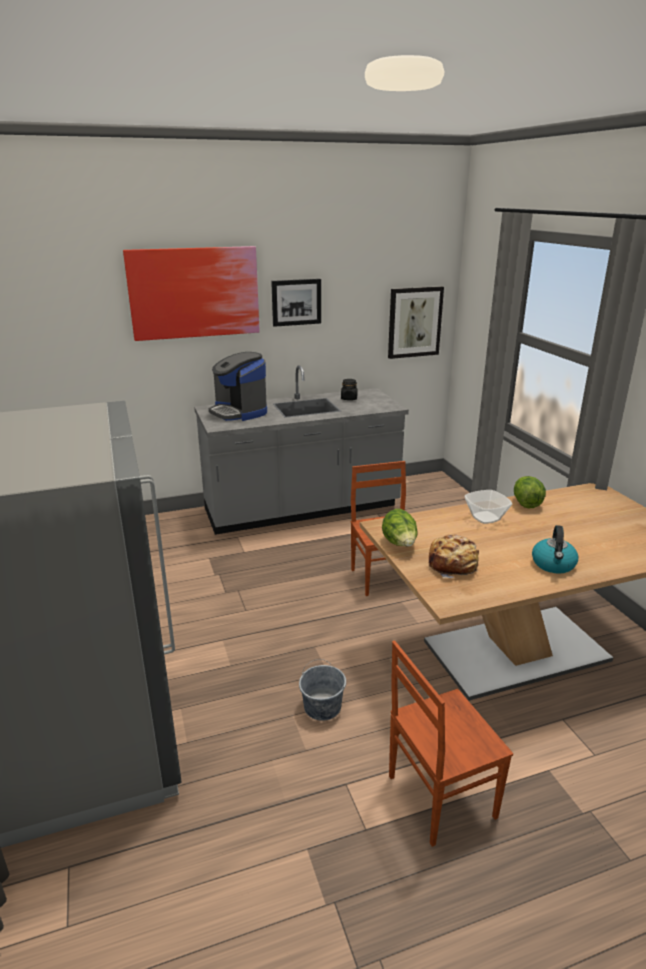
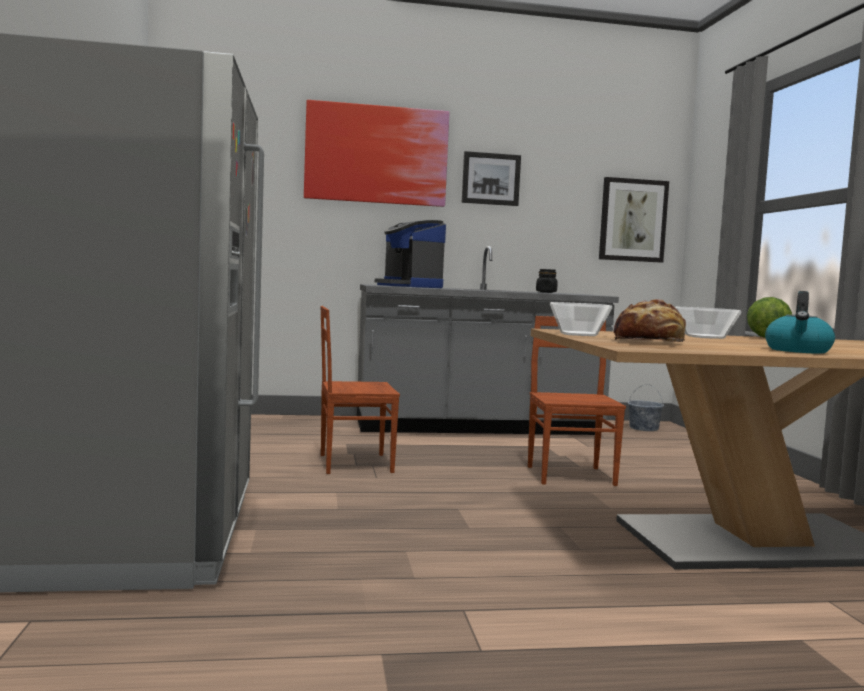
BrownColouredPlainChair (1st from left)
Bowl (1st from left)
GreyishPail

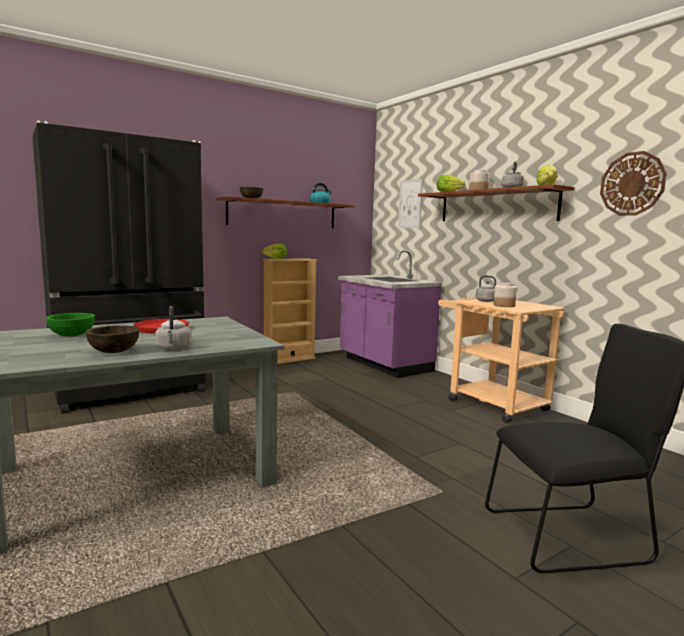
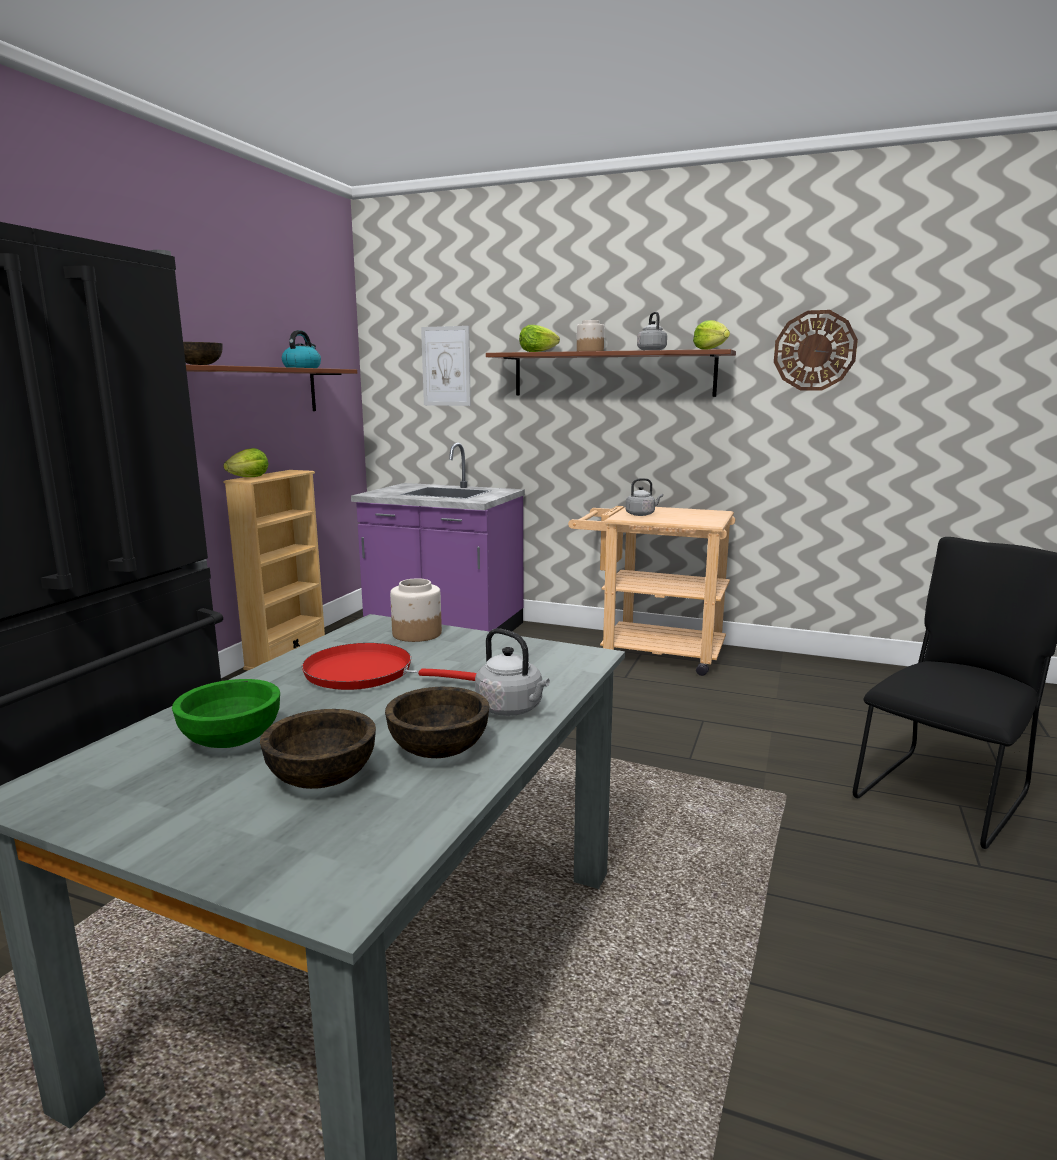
BrownColouredBowl (2nd from left)
StorageJar (1st from left)

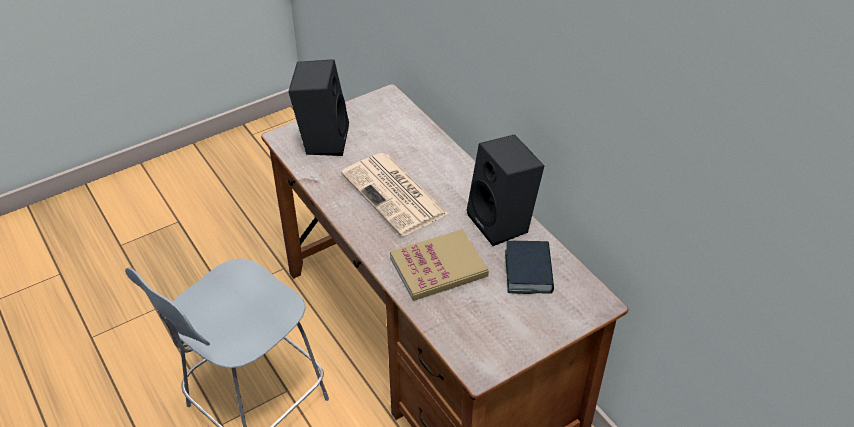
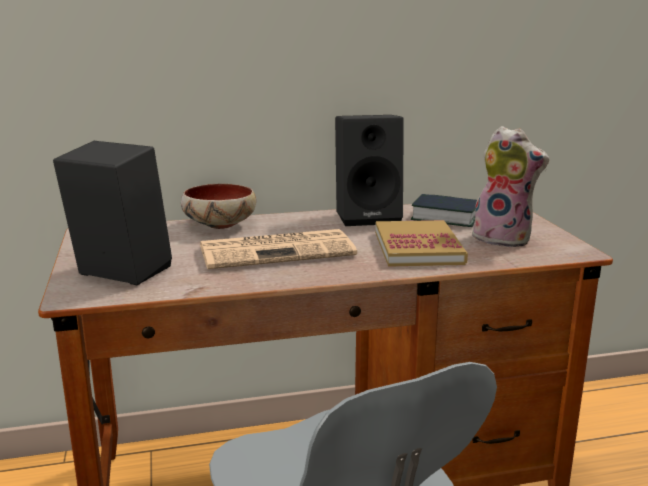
Bowl
PlushToy

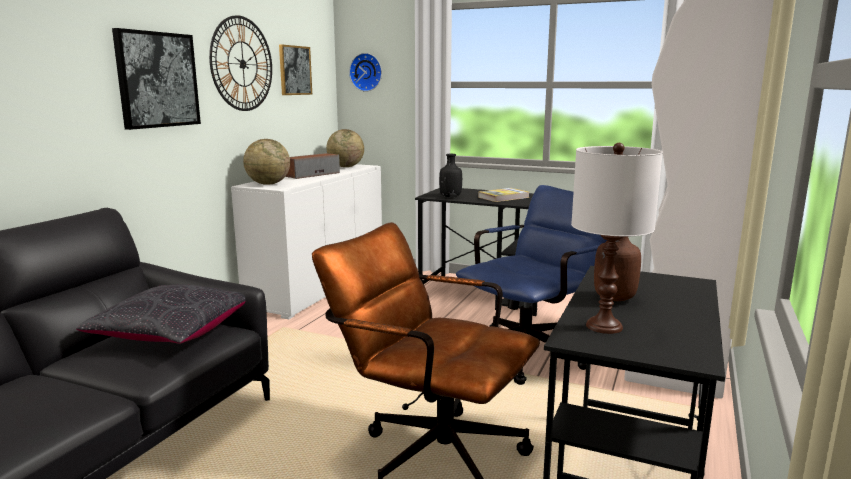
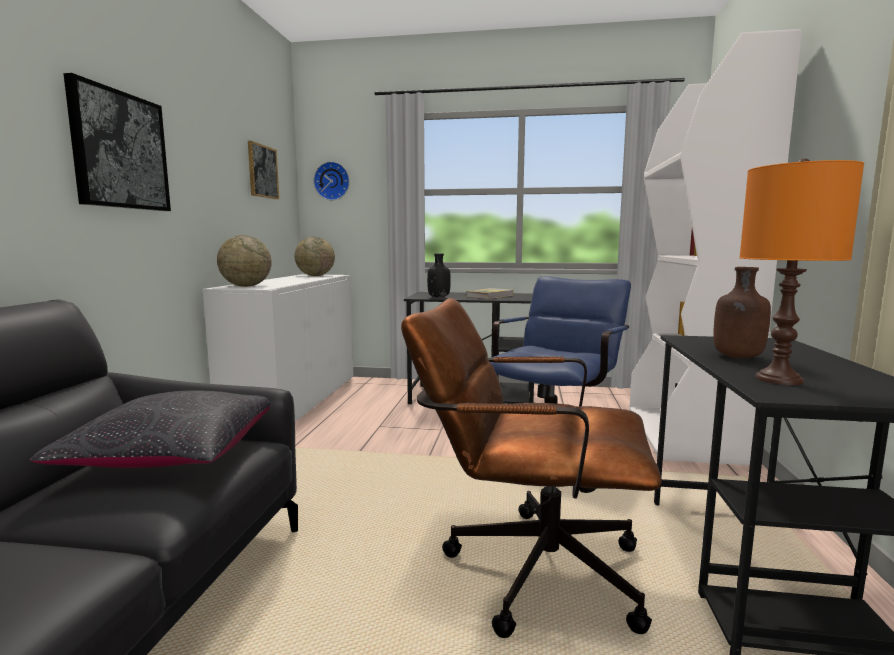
OrangeLampForATable
WallClock (1st from left in the first image)
Loudspeaker

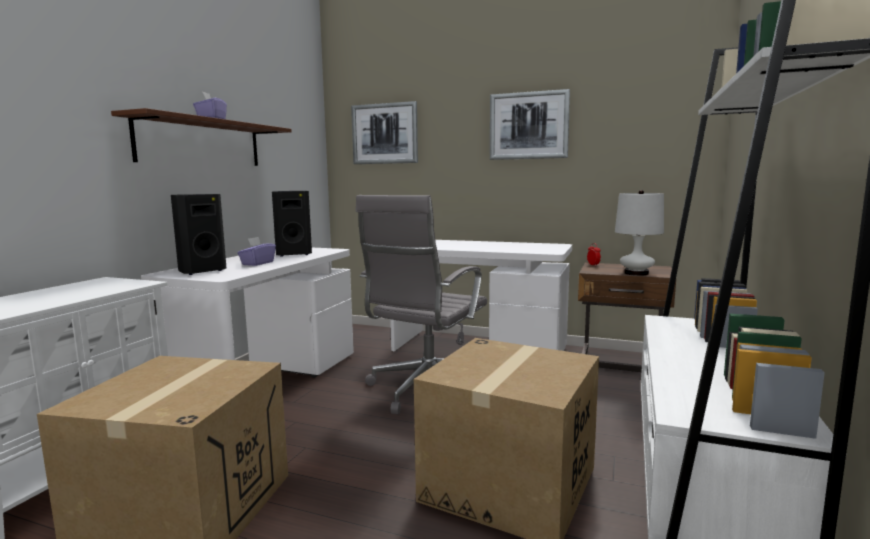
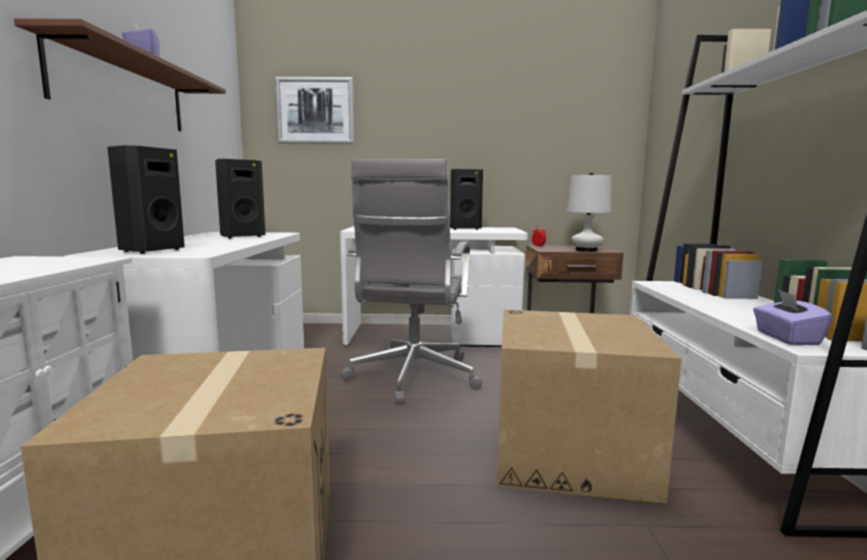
BlackLoudspeaker (3rd from left)
PurpleColouredTissueHolder (2nd from left)
WallArt (2nd from left in the first image)

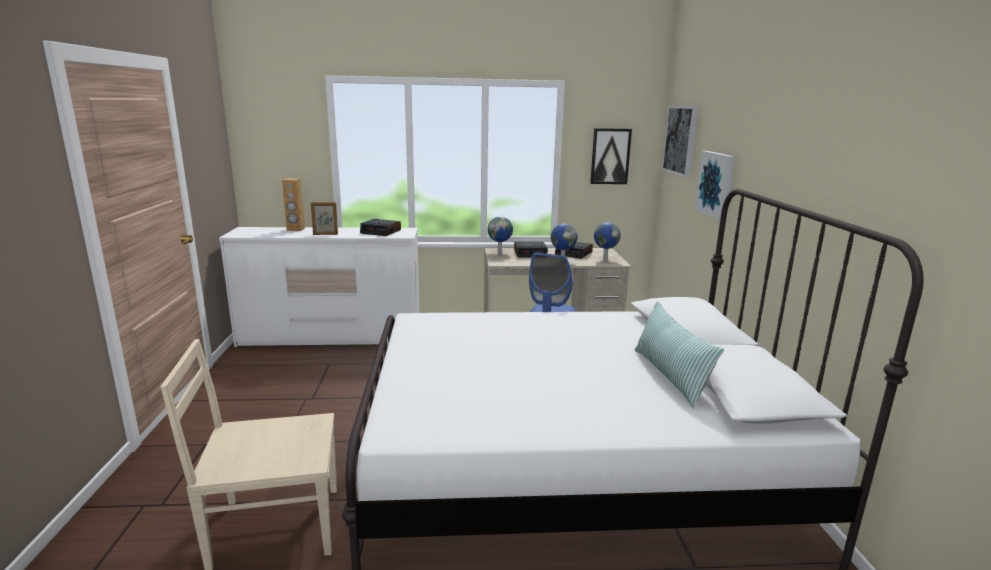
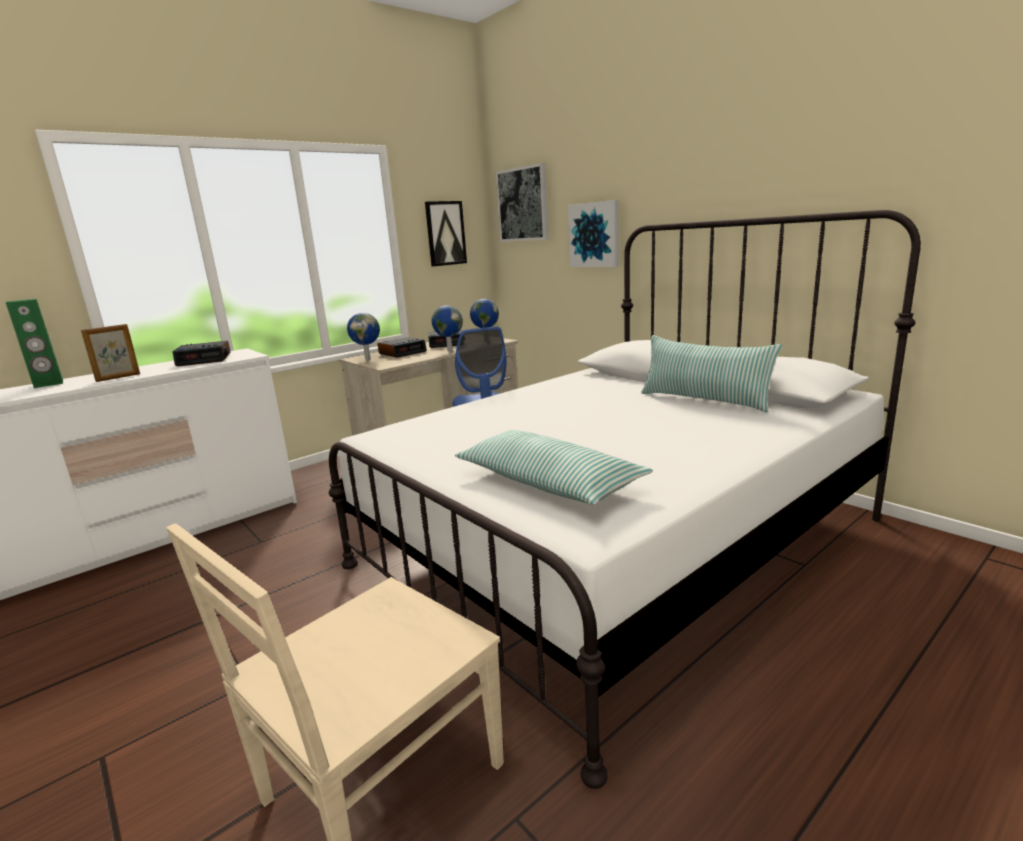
GreenishLoudspeaker
Pillow (1st from left)

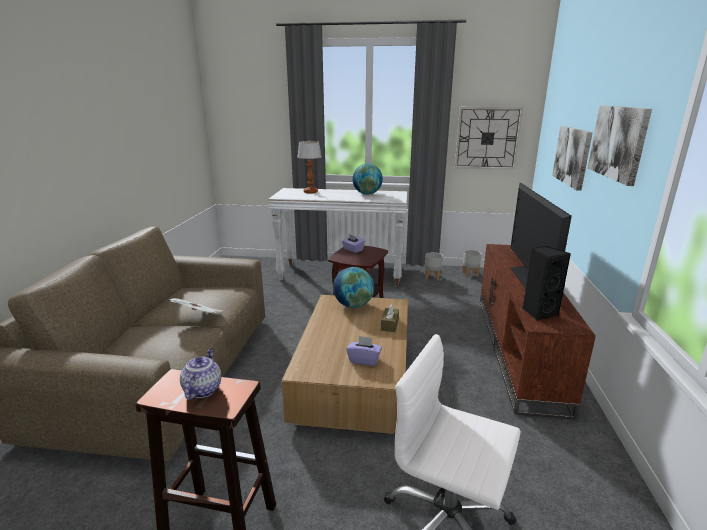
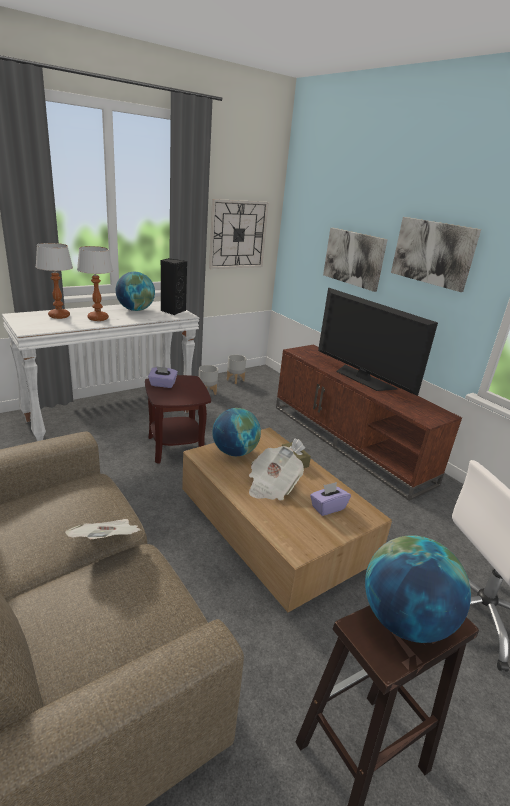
LampForATable (2nd from left)
BlackLoudspeaker
DailyPaper (2nd from left)
WorldGlobe (3rd from left)

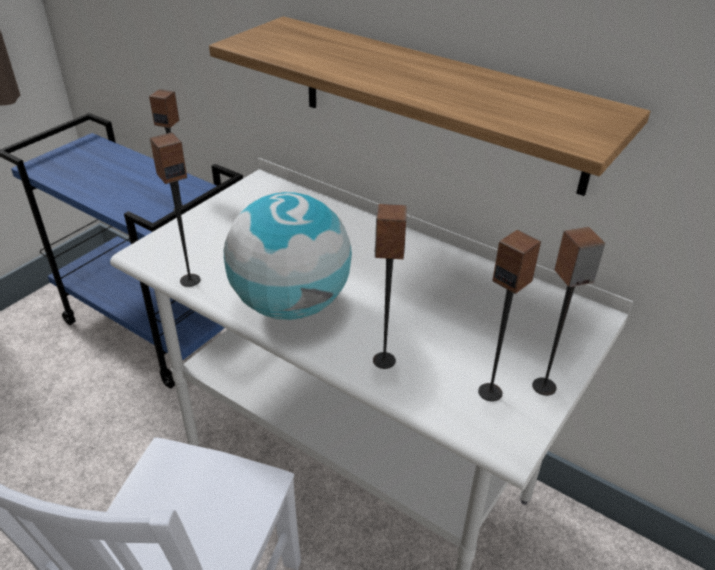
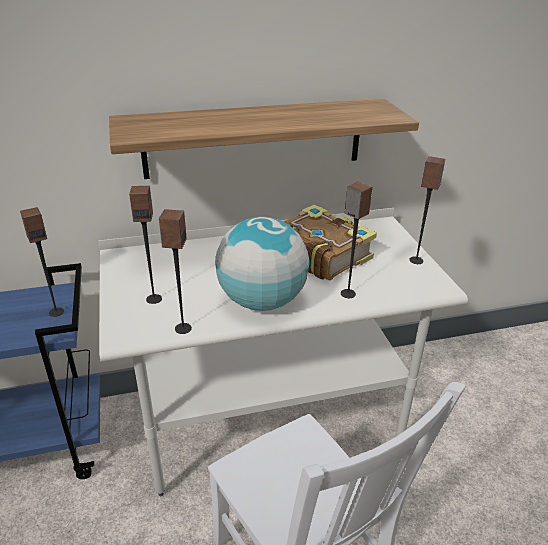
Loudspeaker (2nd from left)
Book

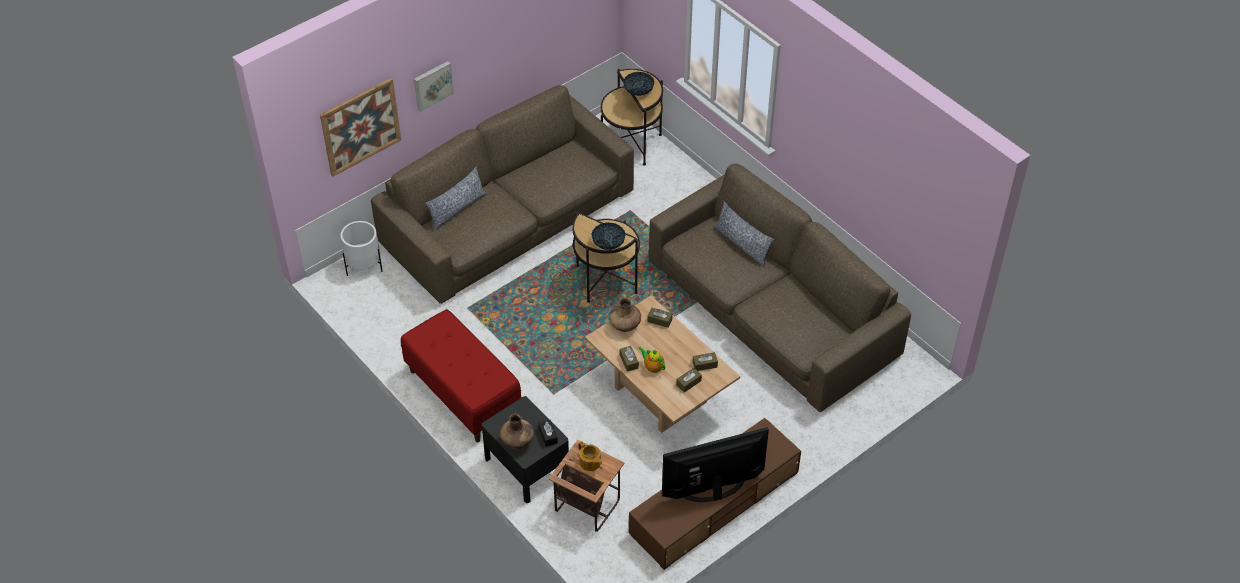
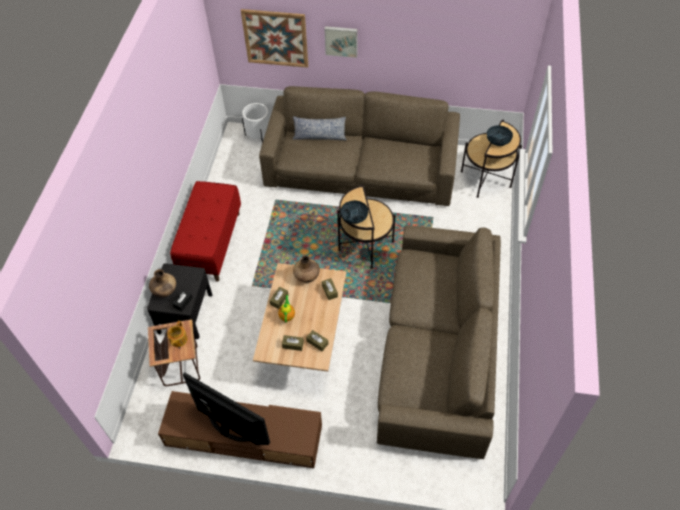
Pillow (2nd from left in the first image)

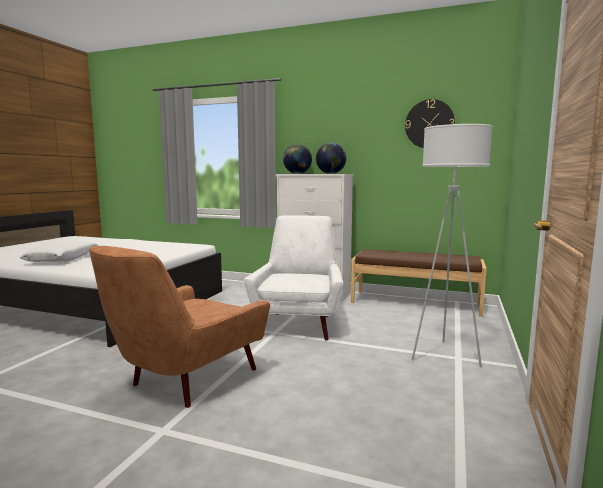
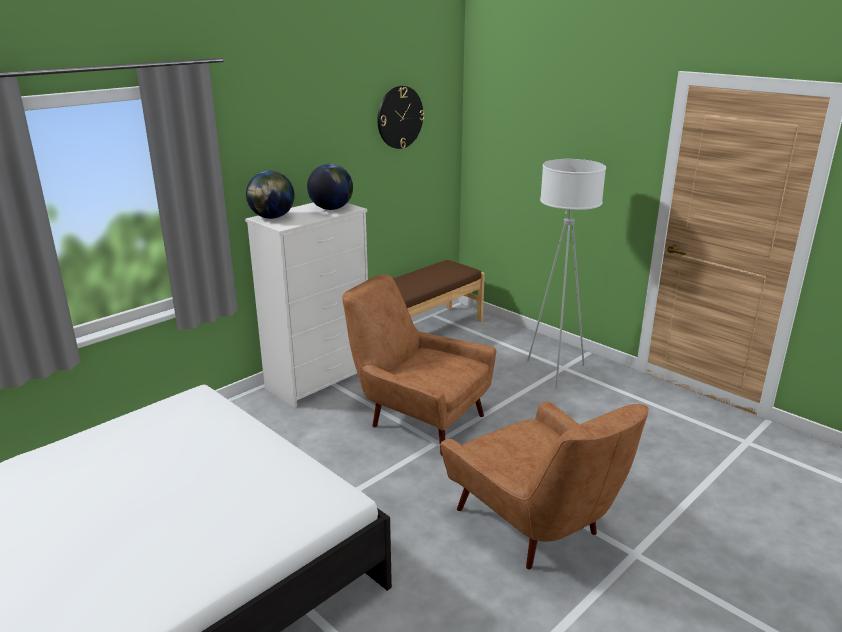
BrownColouredEasyChair (1st from left)
WhitePillow

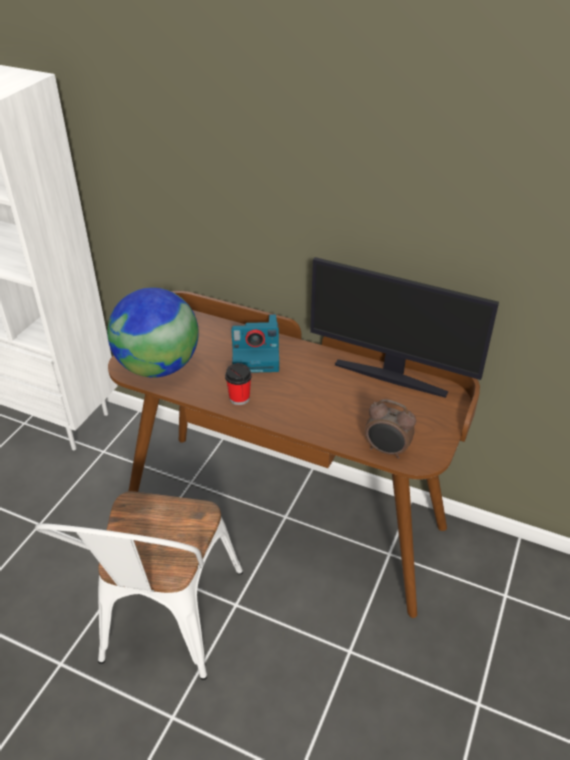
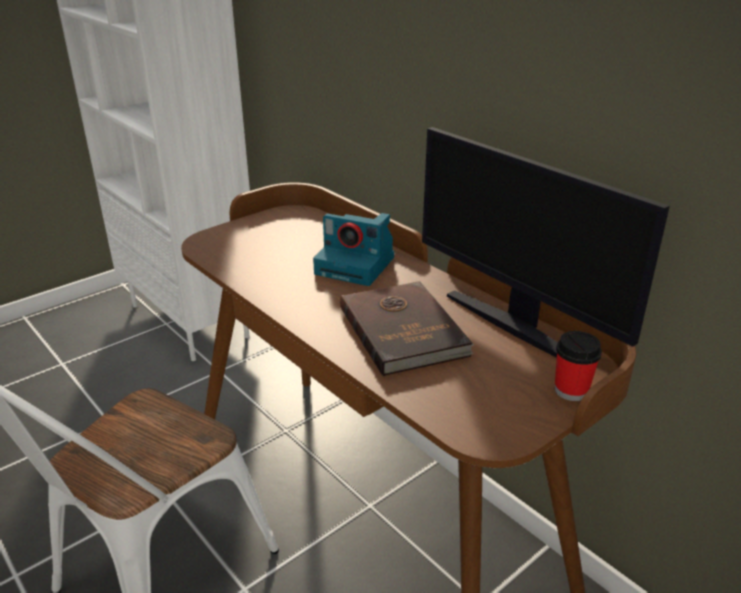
BrownColouredBook
DrinkingCup
WorldGlobe
BedsideClock

